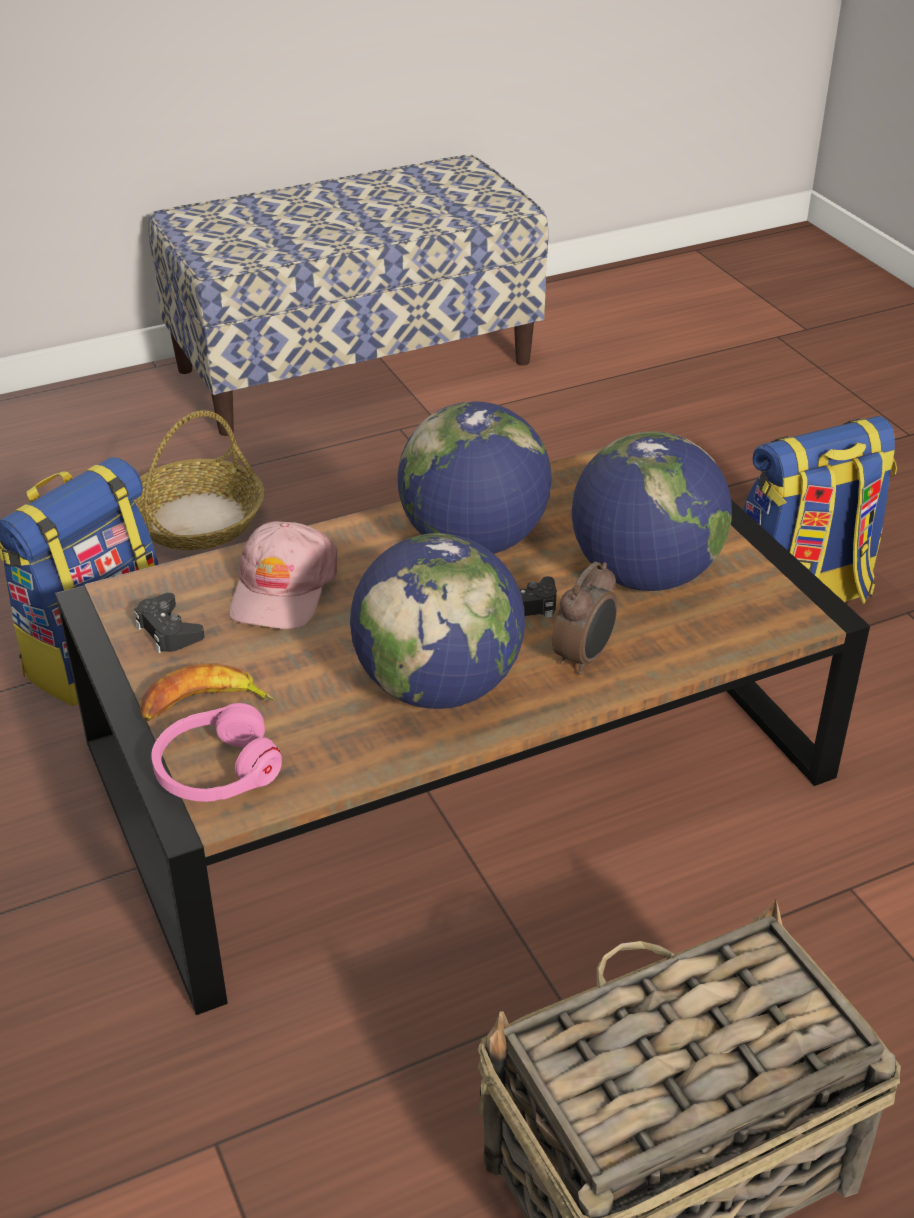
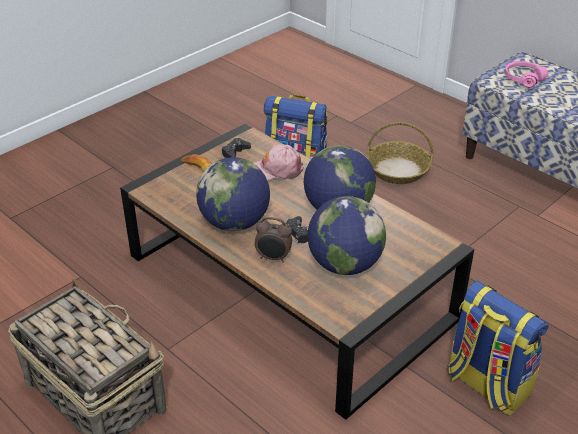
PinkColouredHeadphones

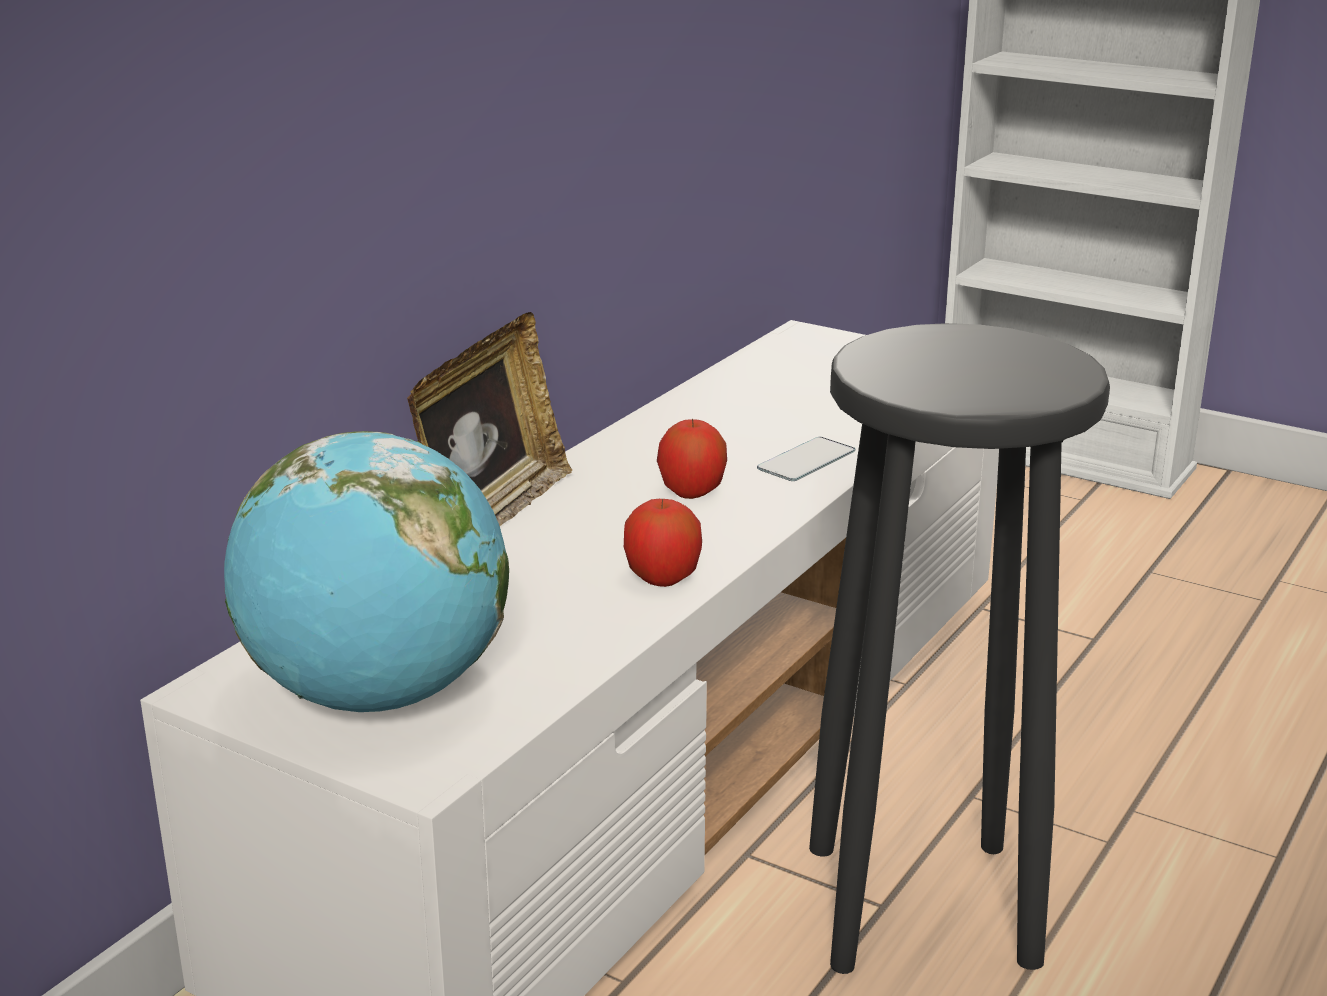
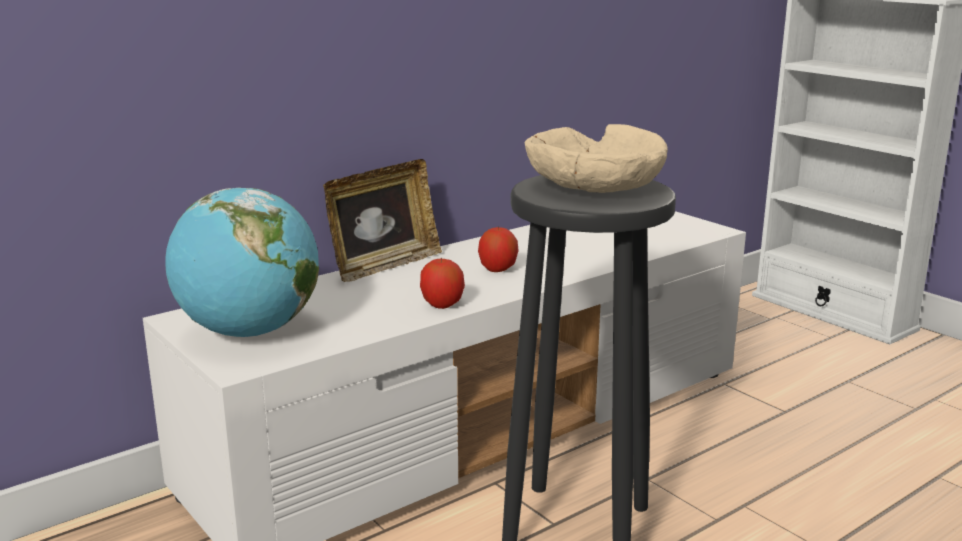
SandColouredBowl
Telephone

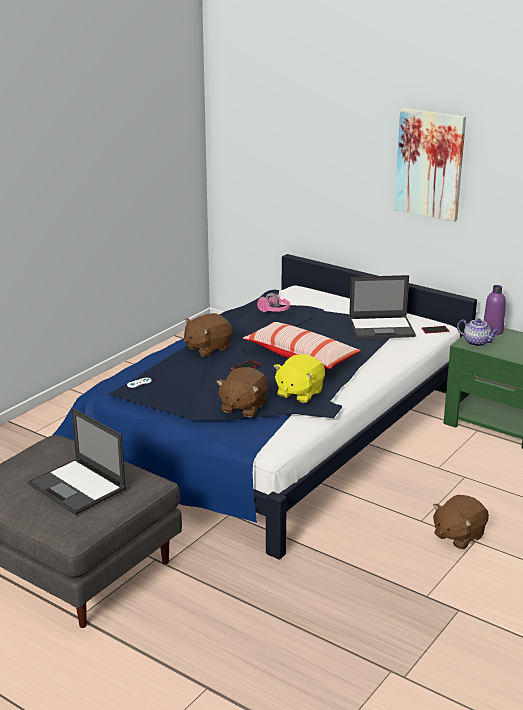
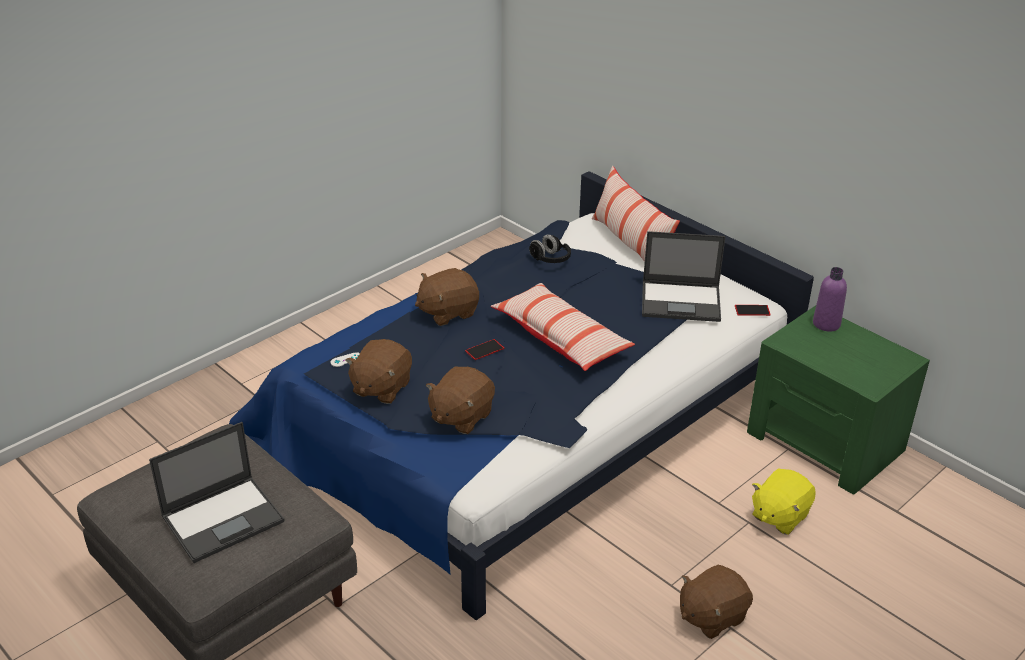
NotebookComputer (1st from left)
BrownColouredPlushToy (1st from left)
BlackHeadphones
Pillow (2nd from left)
YellowishPlushToy
WallArt
PotForTea

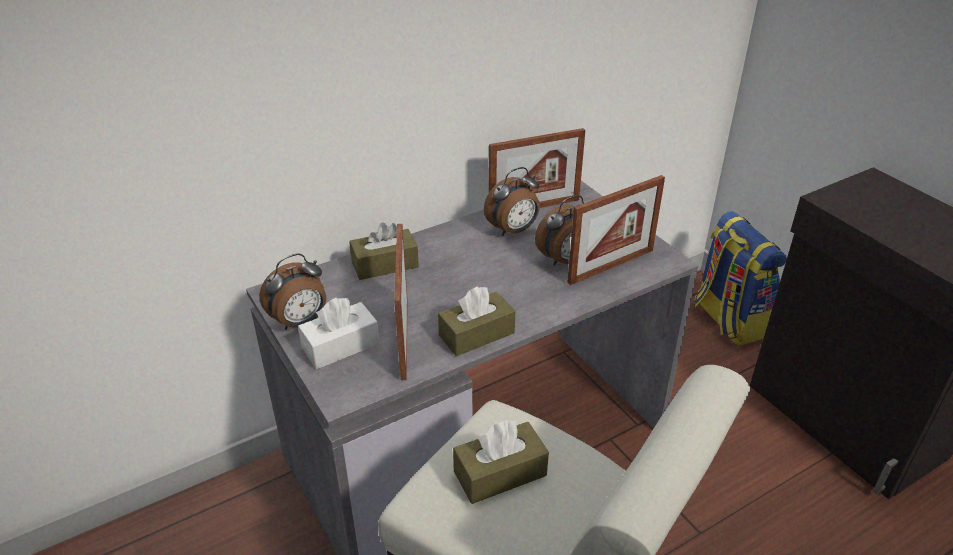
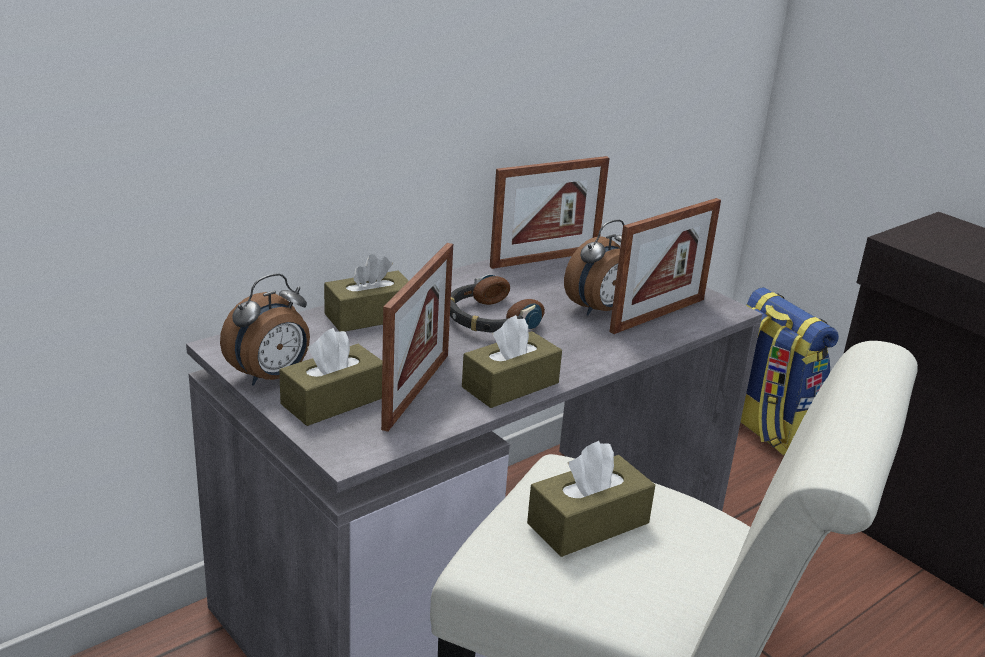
BrownColouredTissueHolder (1st from left)
PictureFrame (1st from left)
Headphones
BedsideClock (2nd from left in the first image)

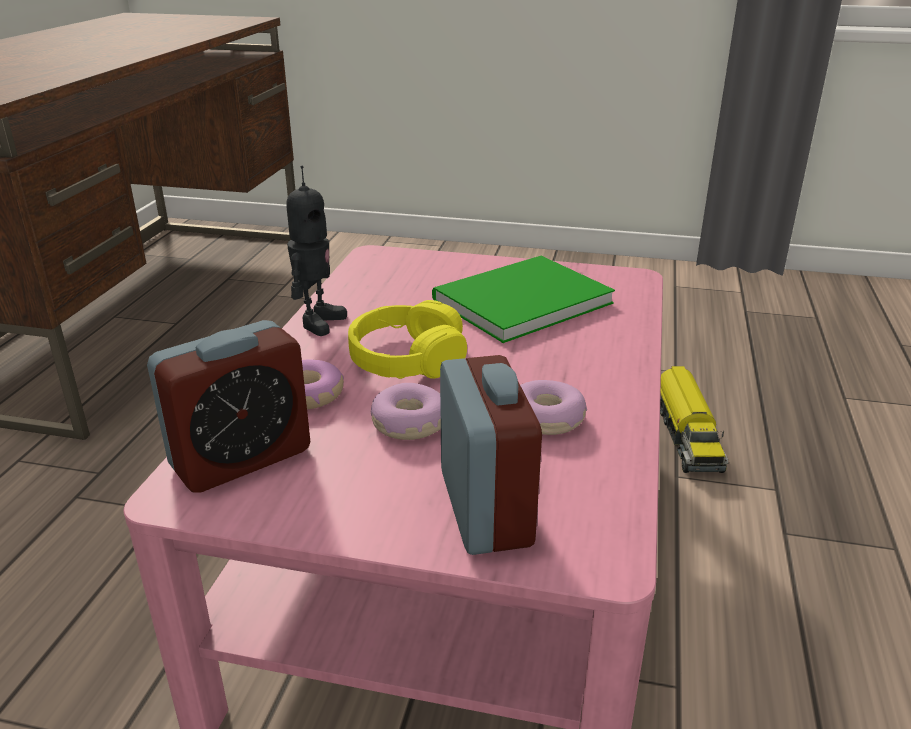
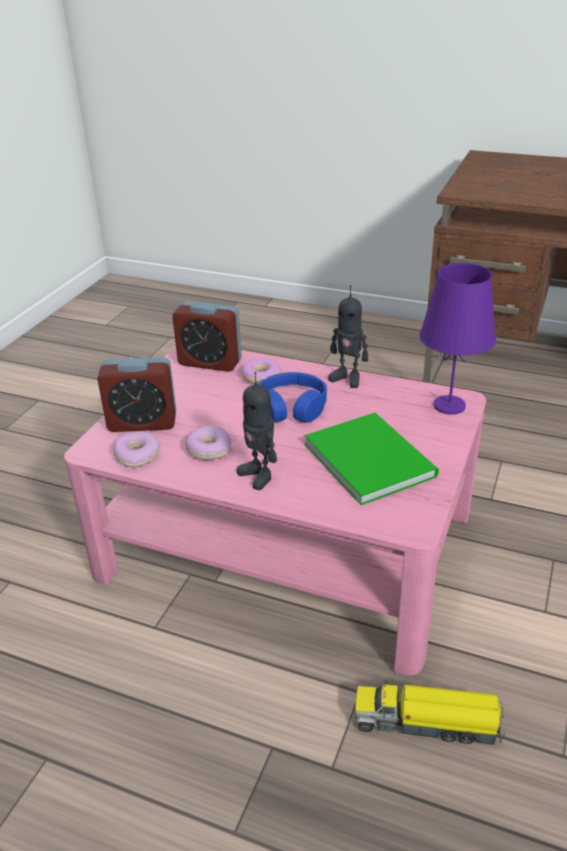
Donut (1st from left)
BedsideClock (2nd from left)
RobotFigure (1st from left)
BluishHeadphones
PurpleColouredLampForATable

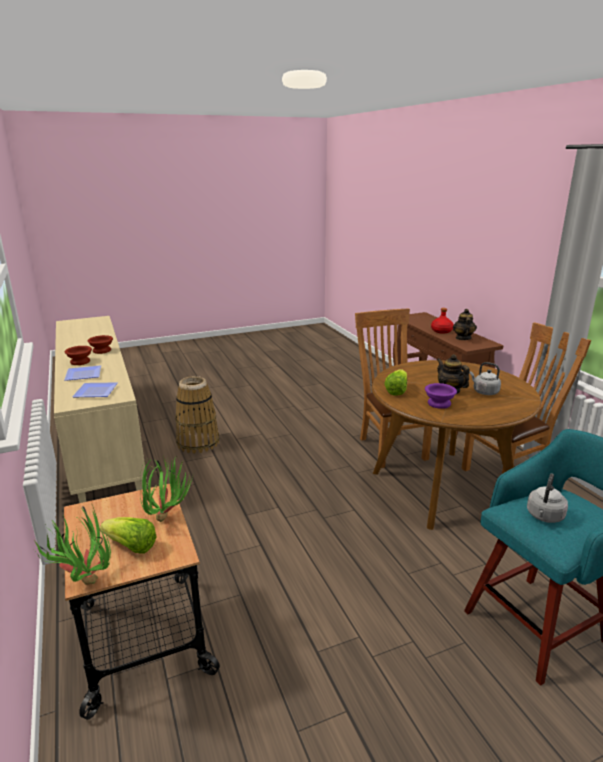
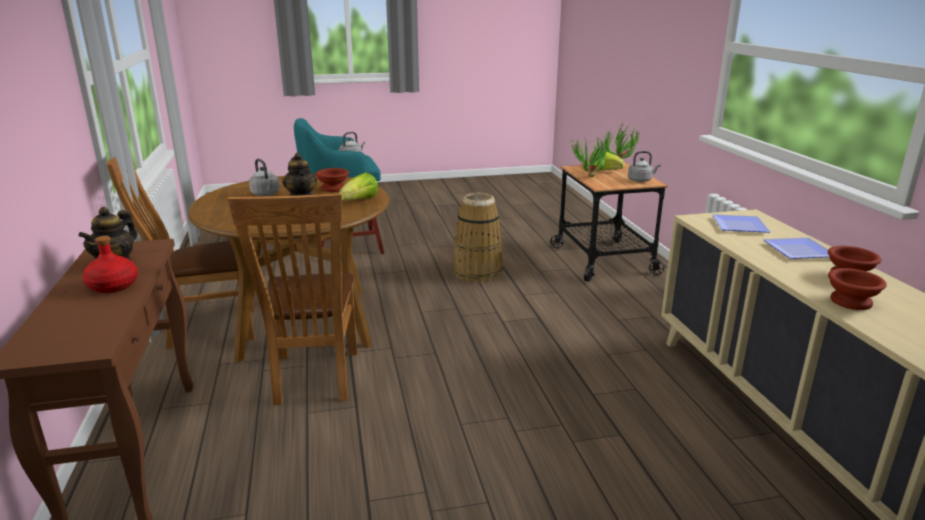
BrownColouredBowl (1st from left)
Basket
GreyishTeaKettle (3rd from left)

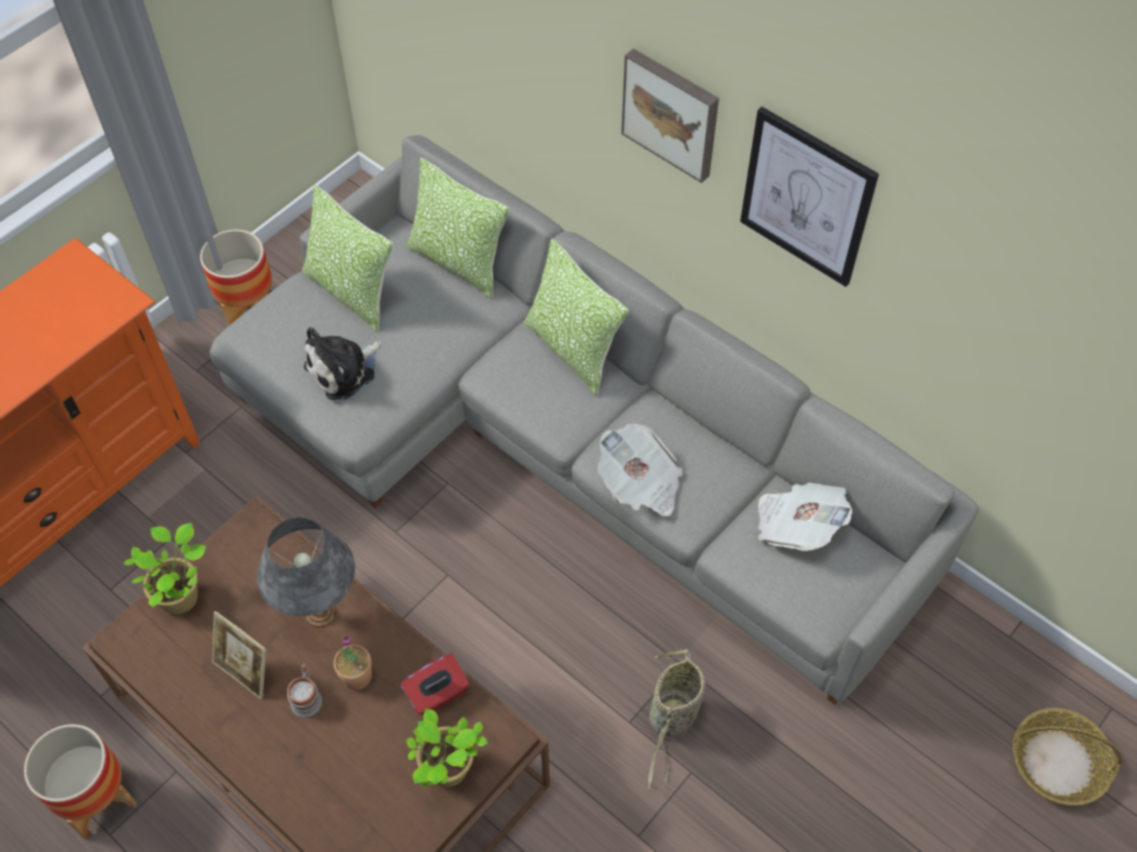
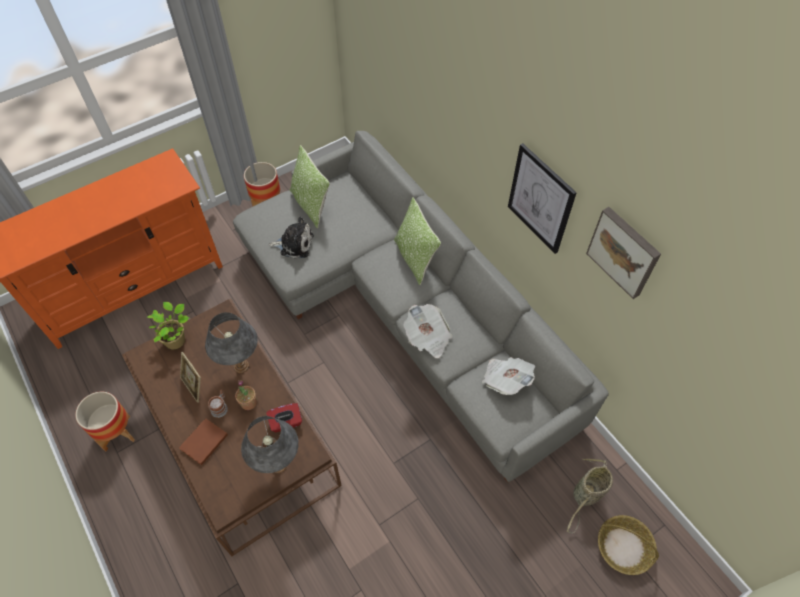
BrownColouredBook
GreyishLampForATable (2nd from left)
PlushToy
Basket (1st from left)
WallArt (2nd from left)
Pillow (2nd from left in the first image)

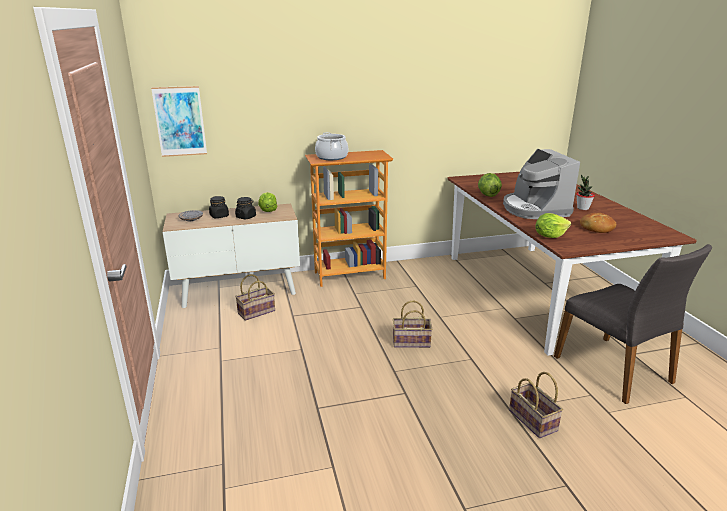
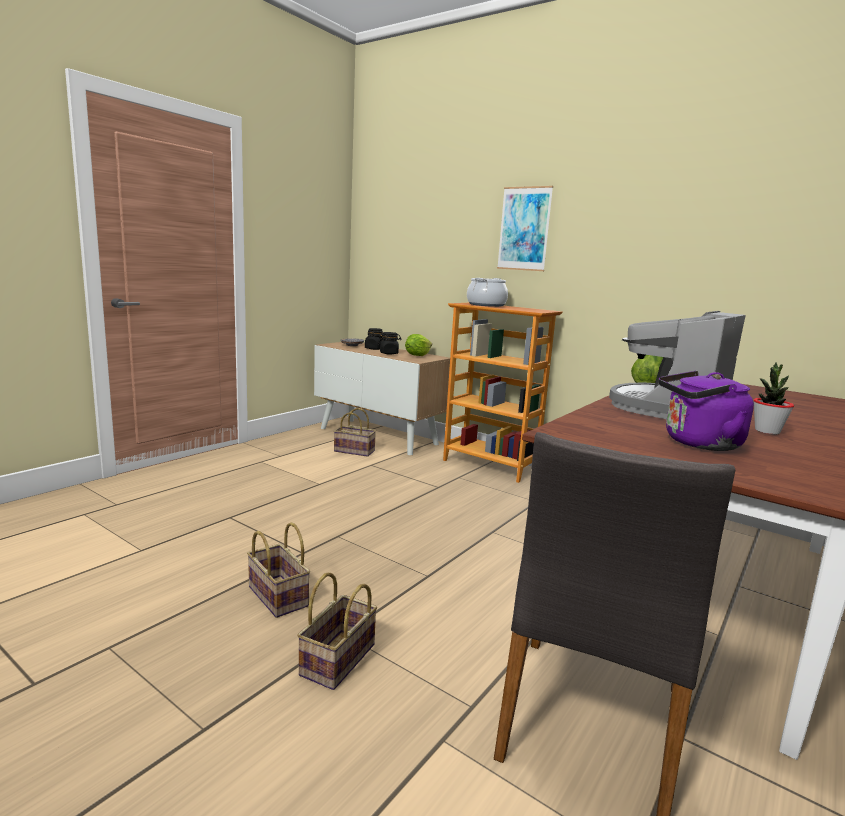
Basket (1st from left)
WallArt
PurpleColouredTeaKettle
Lettuce (3rd from left in the first image)

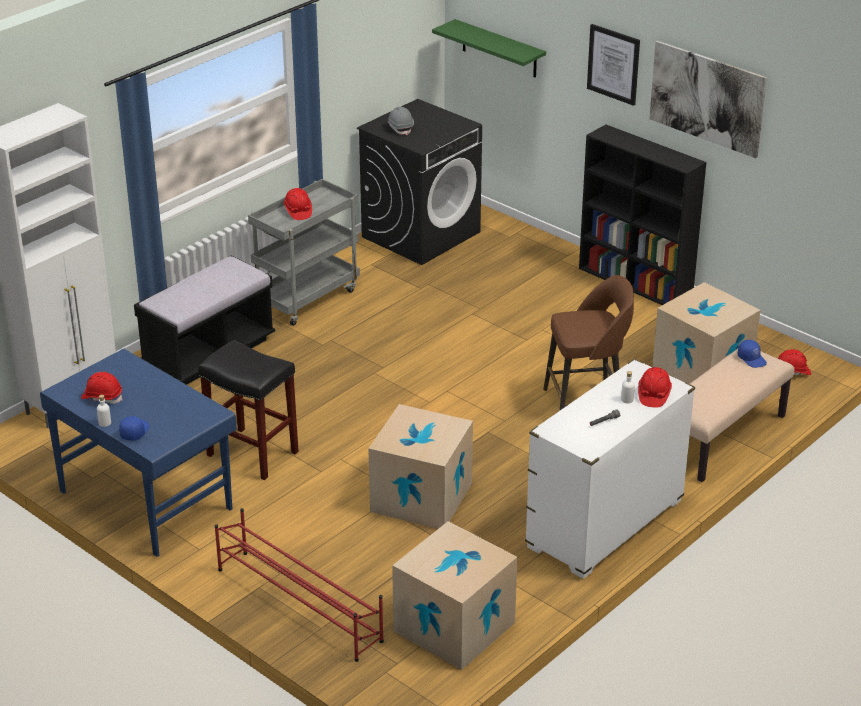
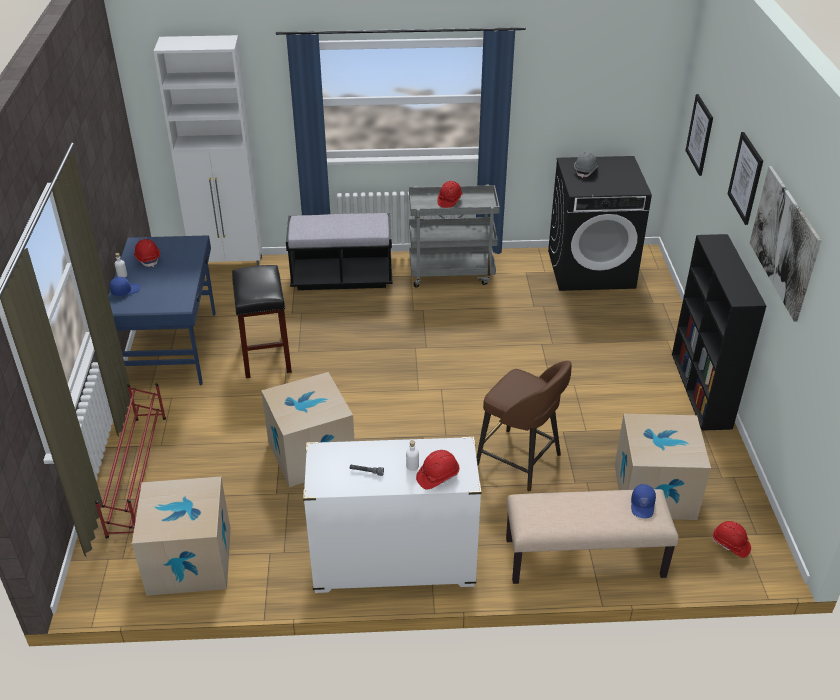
WallArt (1st from left)

